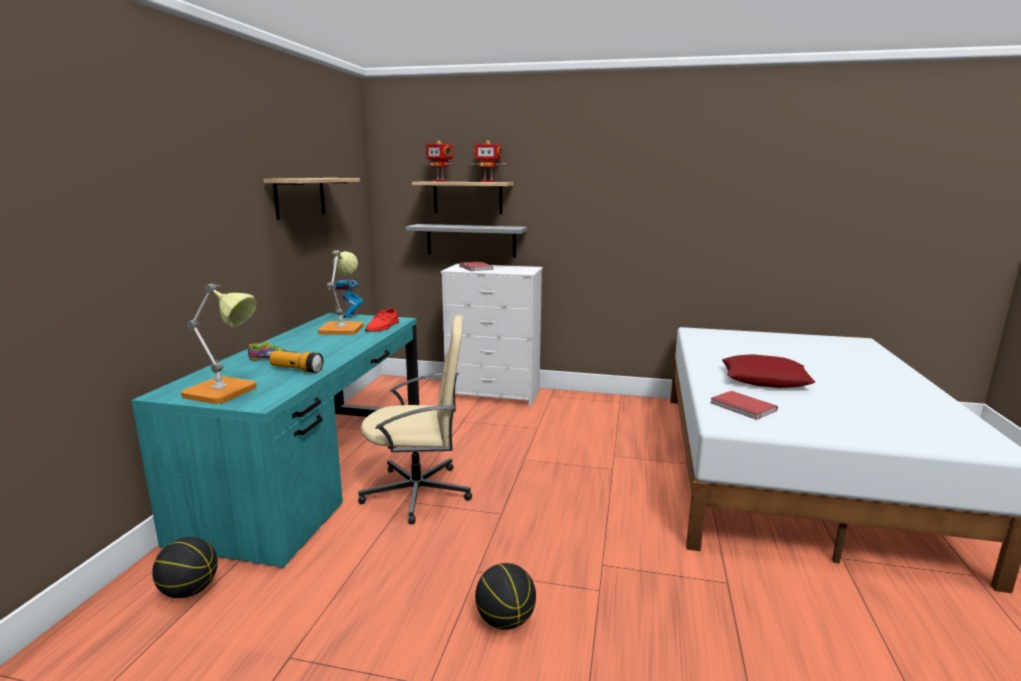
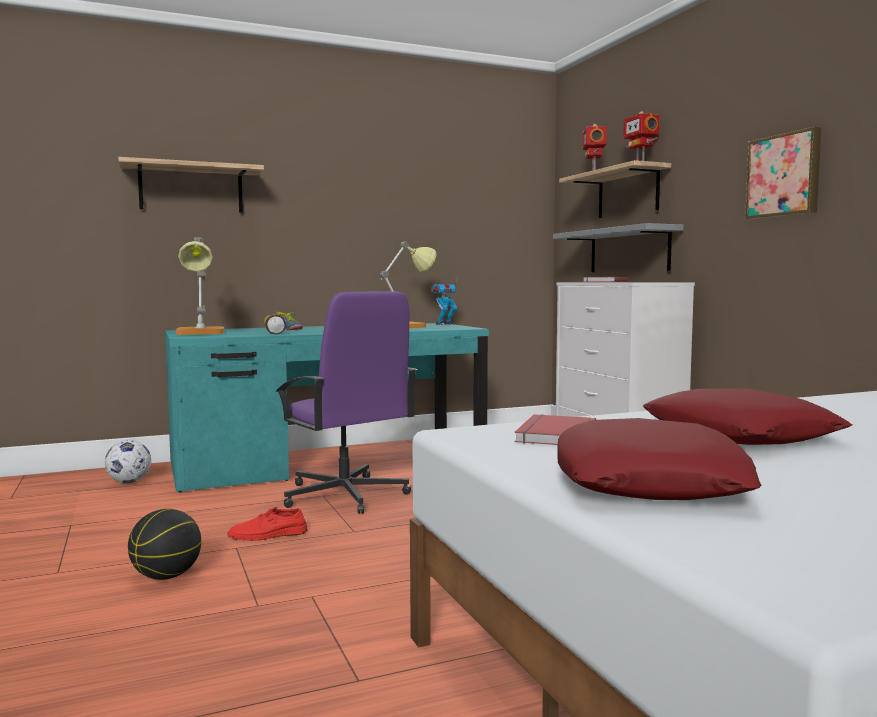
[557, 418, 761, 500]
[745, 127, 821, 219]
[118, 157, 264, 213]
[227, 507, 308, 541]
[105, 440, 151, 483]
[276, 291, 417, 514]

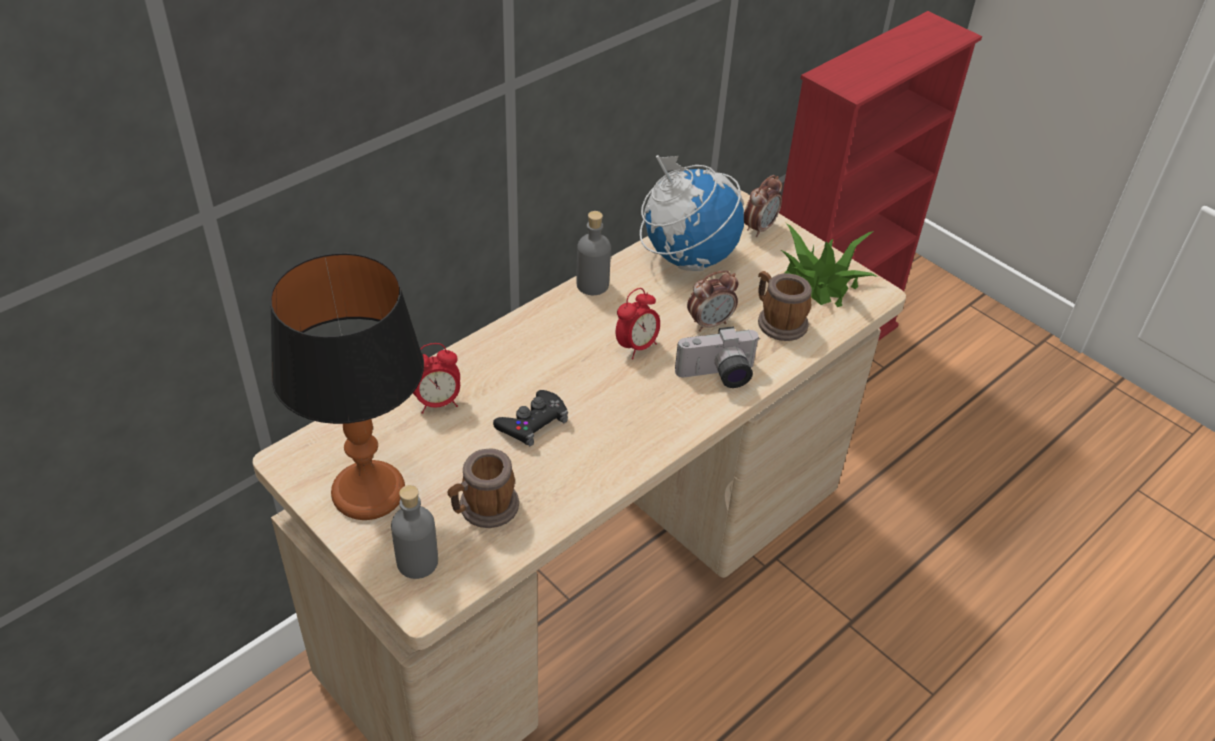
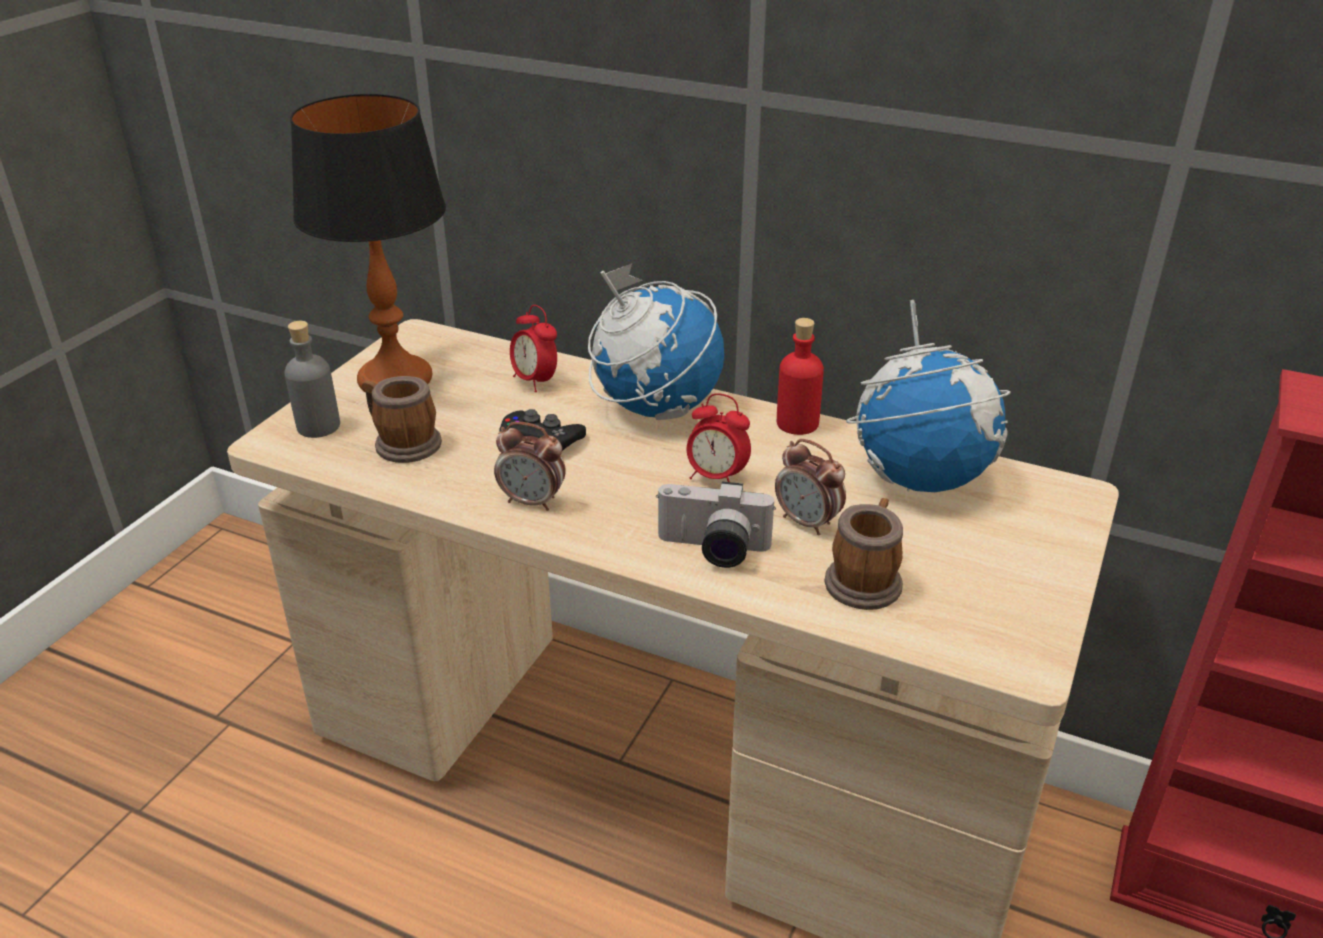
[781, 223, 878, 307] (first image)
[588, 263, 724, 420]
[494, 422, 566, 511]
[777, 318, 824, 435]
[656, 482, 776, 568]

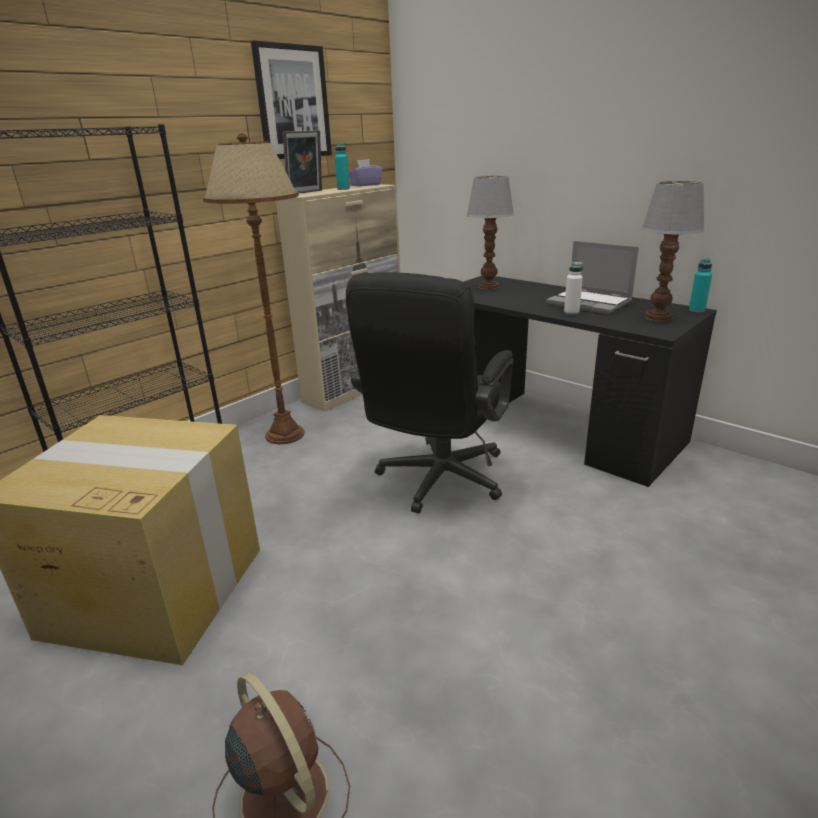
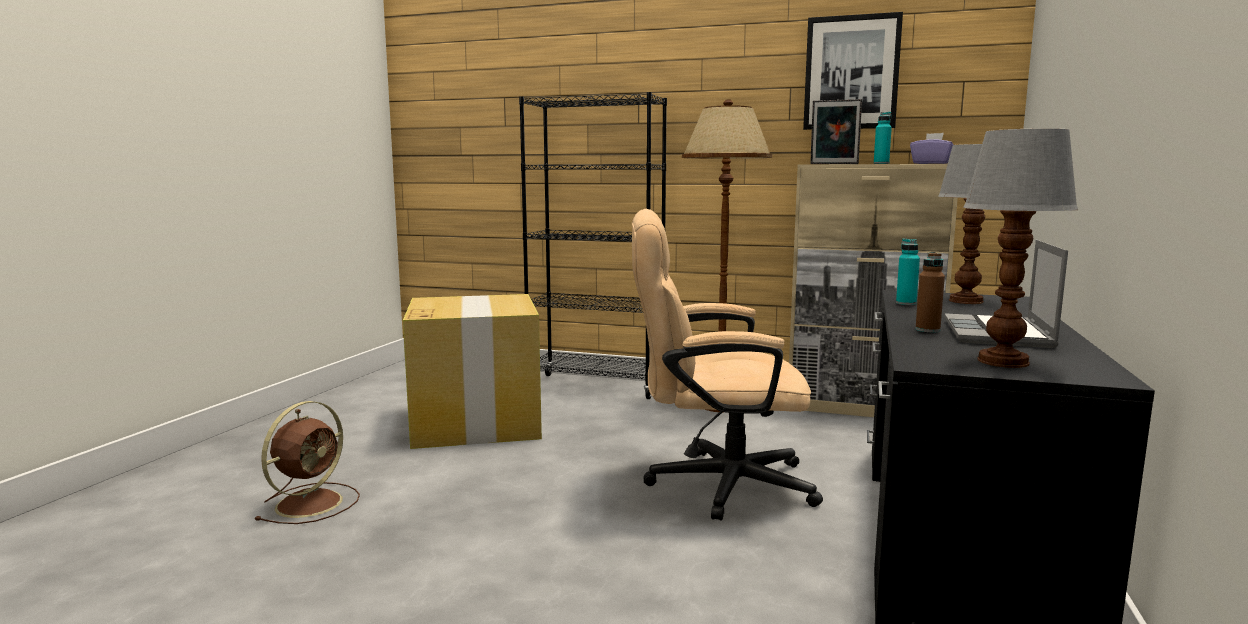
[896, 238, 920, 305]
[632, 209, 823, 521]
[915, 252, 945, 333]

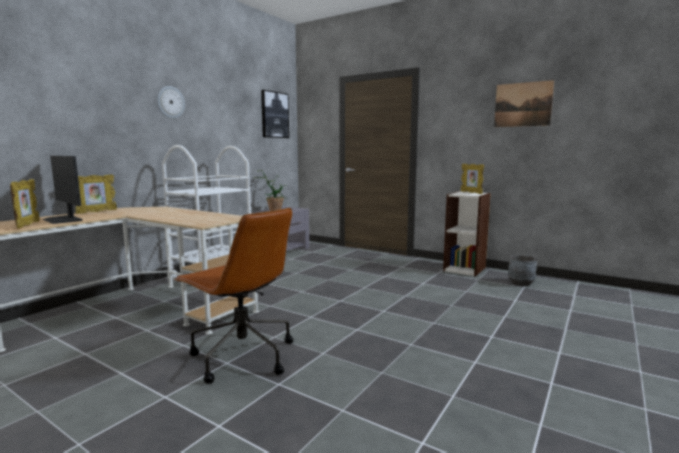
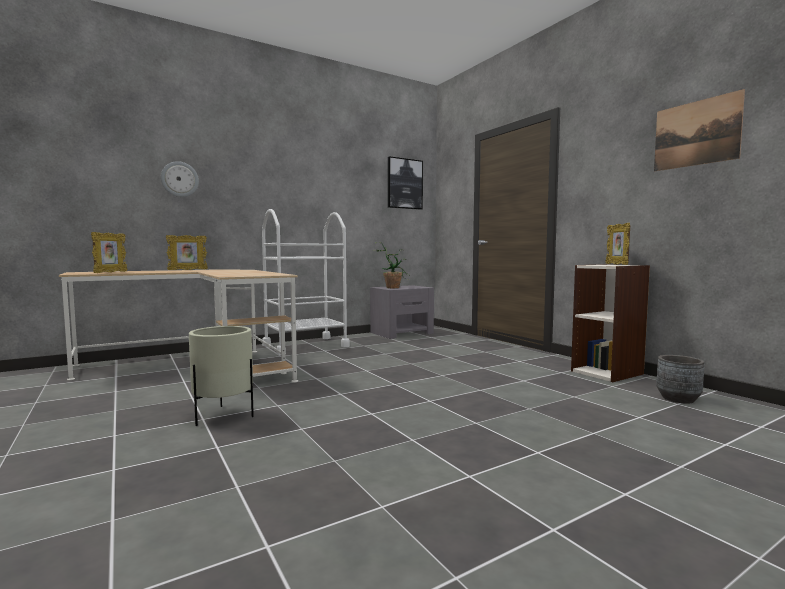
[43, 156, 82, 224] (first image)
[161, 161, 199, 197]
[189, 326, 254, 426]

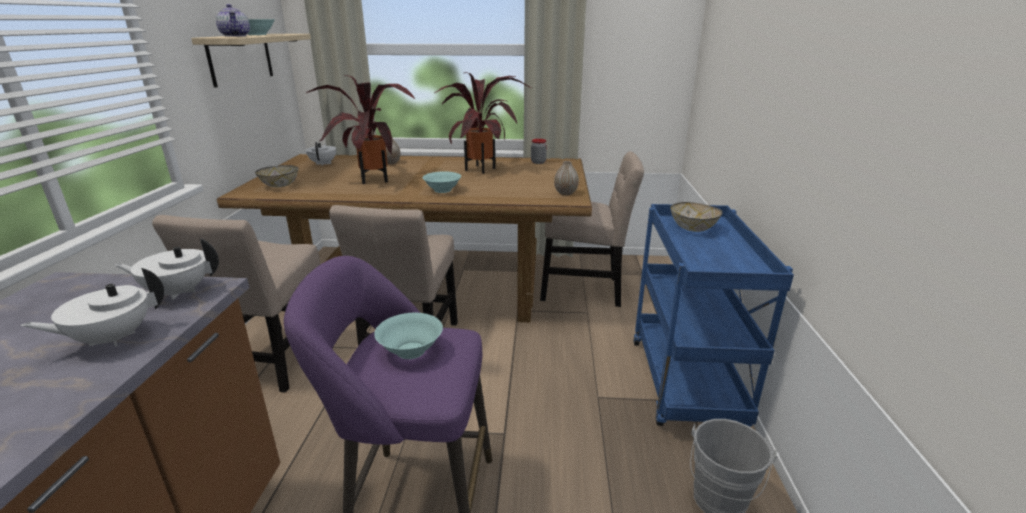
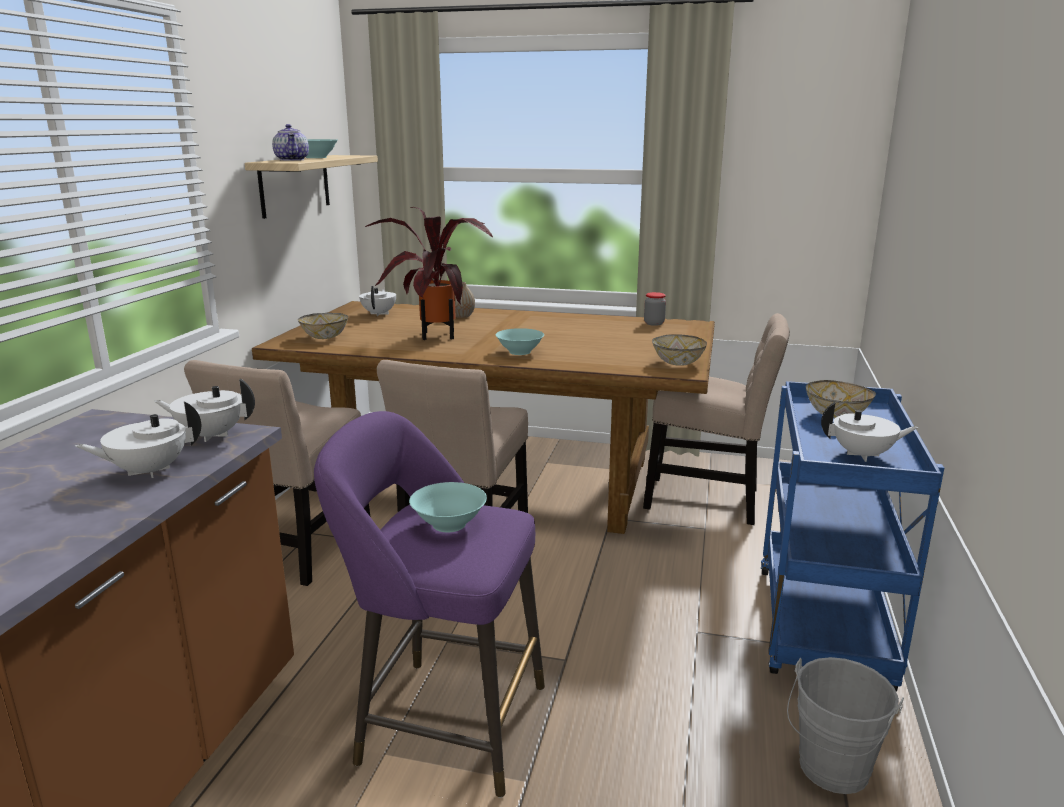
[435, 72, 531, 174] (first image)
[821, 402, 918, 462]
[652, 335, 707, 366]

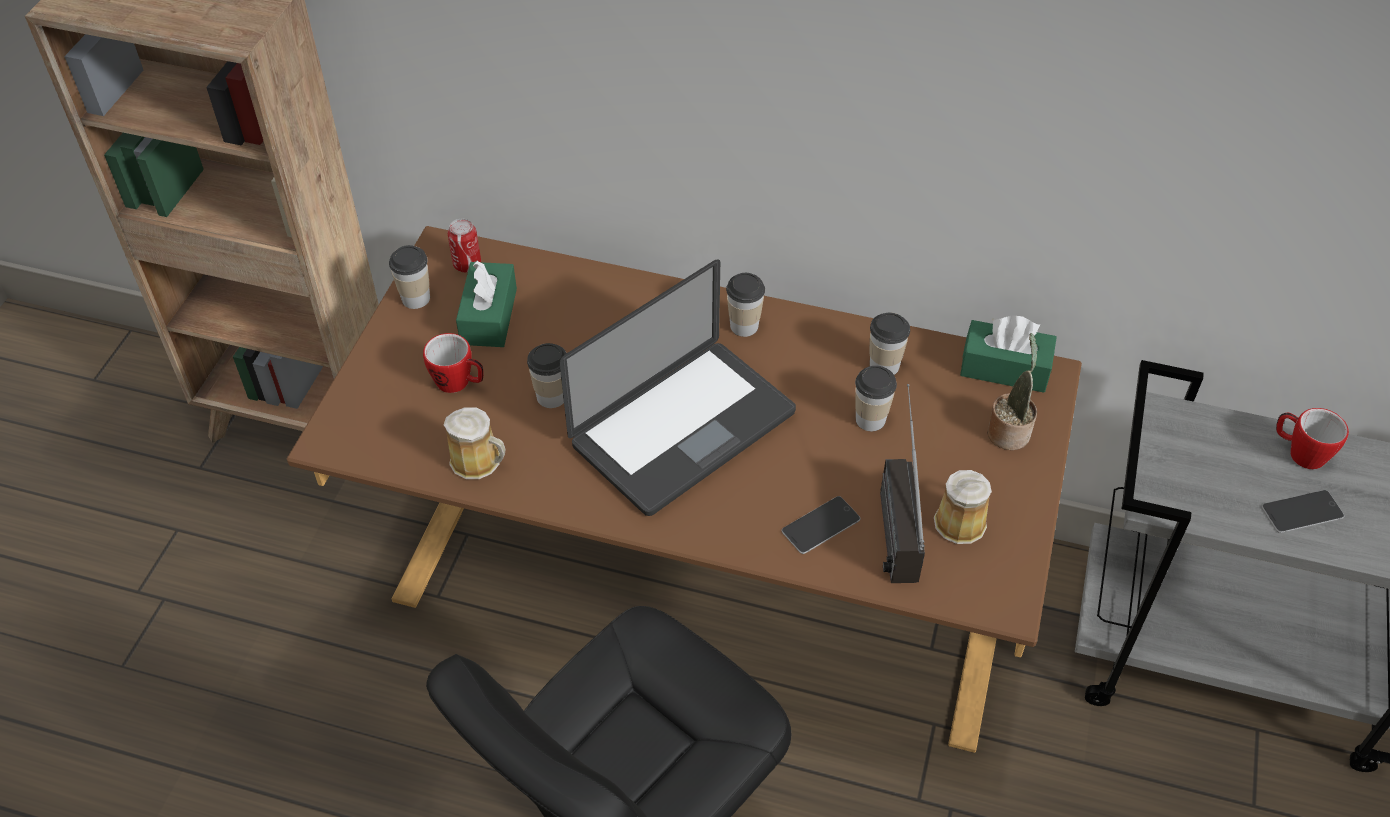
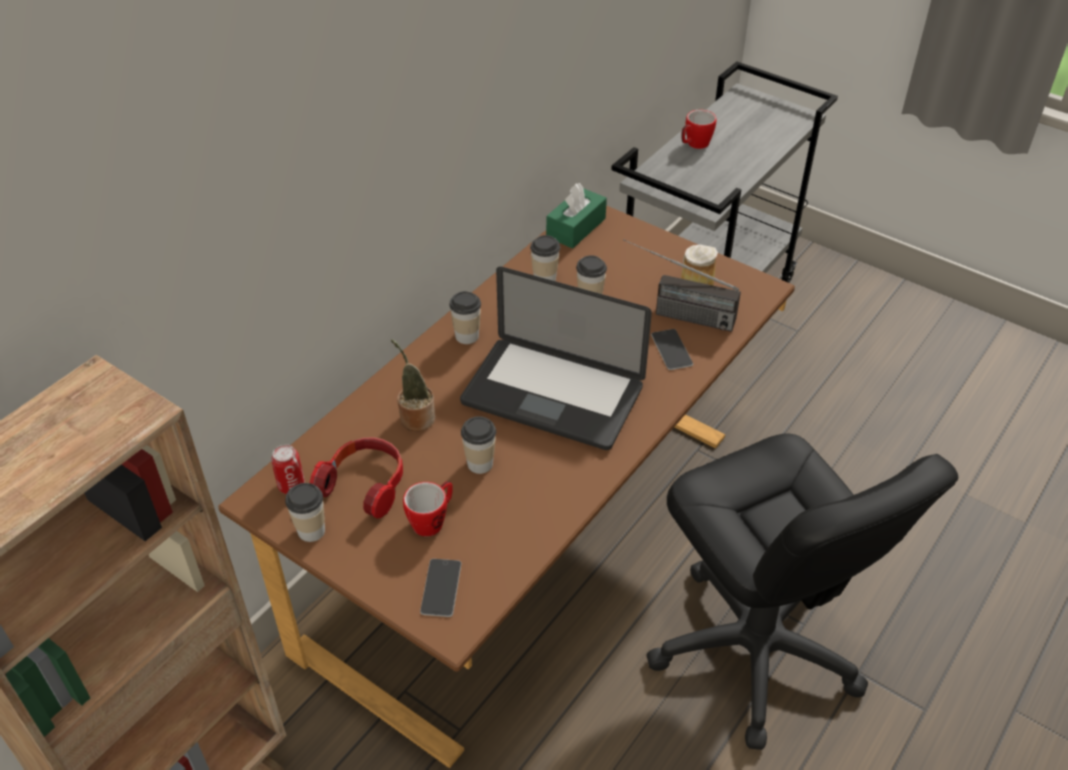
[444, 407, 506, 479] (first image)
[391, 339, 435, 431]
[420, 559, 461, 617]
[310, 438, 403, 518]
[460, 266, 652, 450]

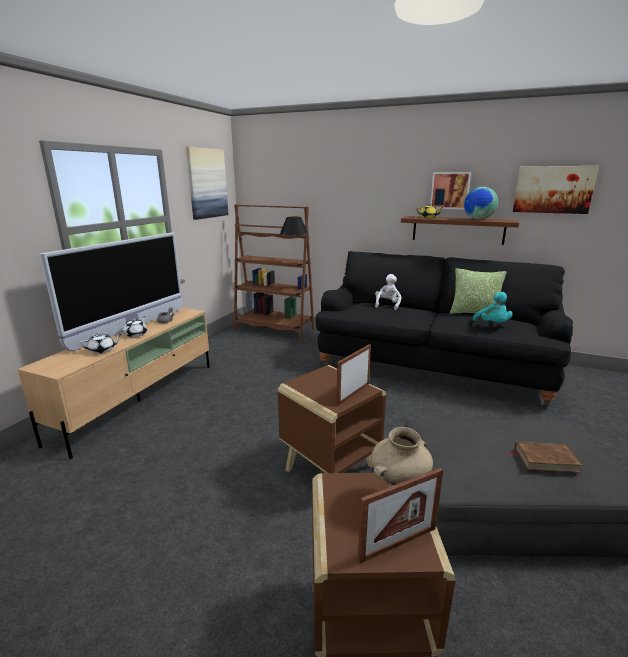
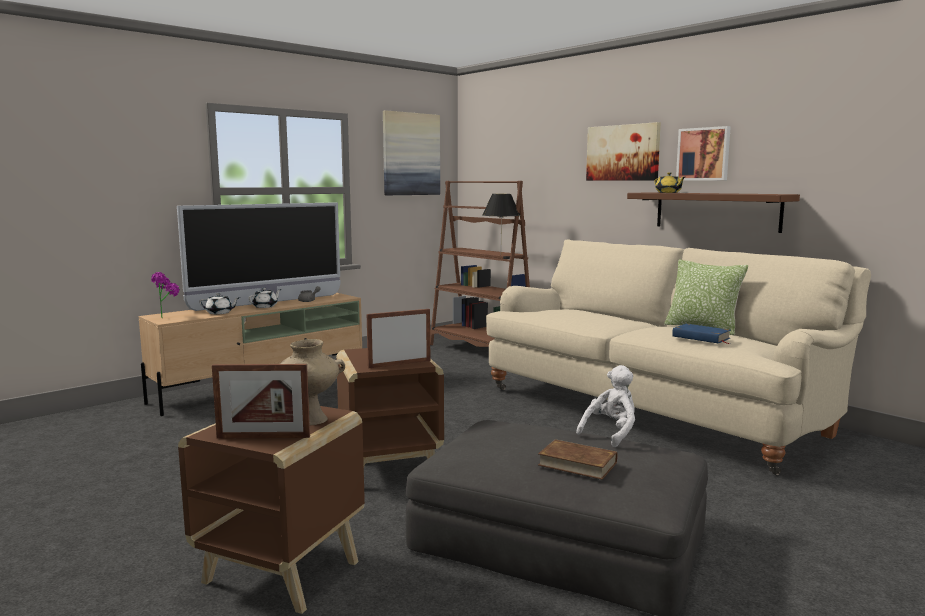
[464, 187, 498, 220] (first image)
[151, 272, 180, 318]
[576, 365, 635, 447]
[586, 122, 661, 181]
[672, 324, 731, 344]
[486, 239, 871, 476]

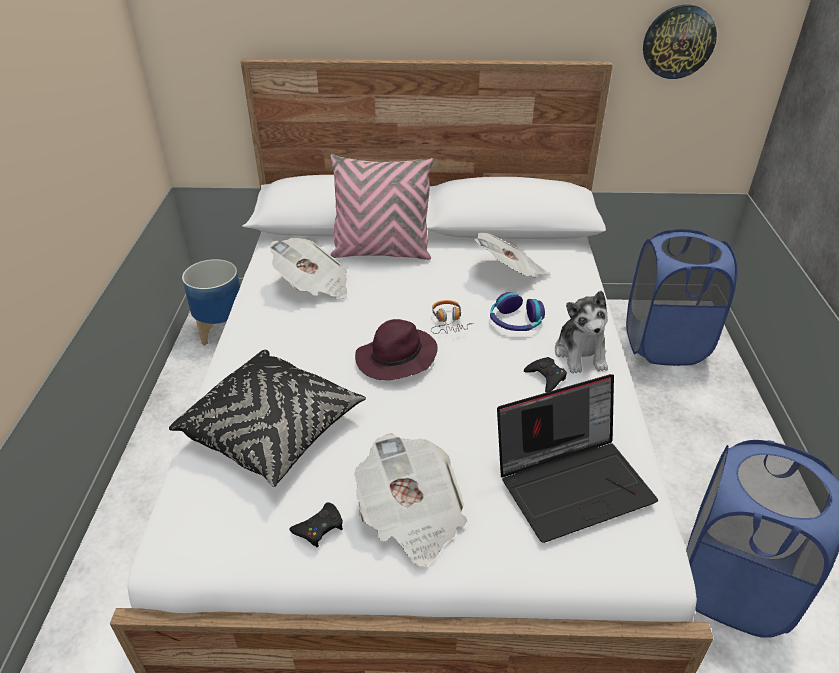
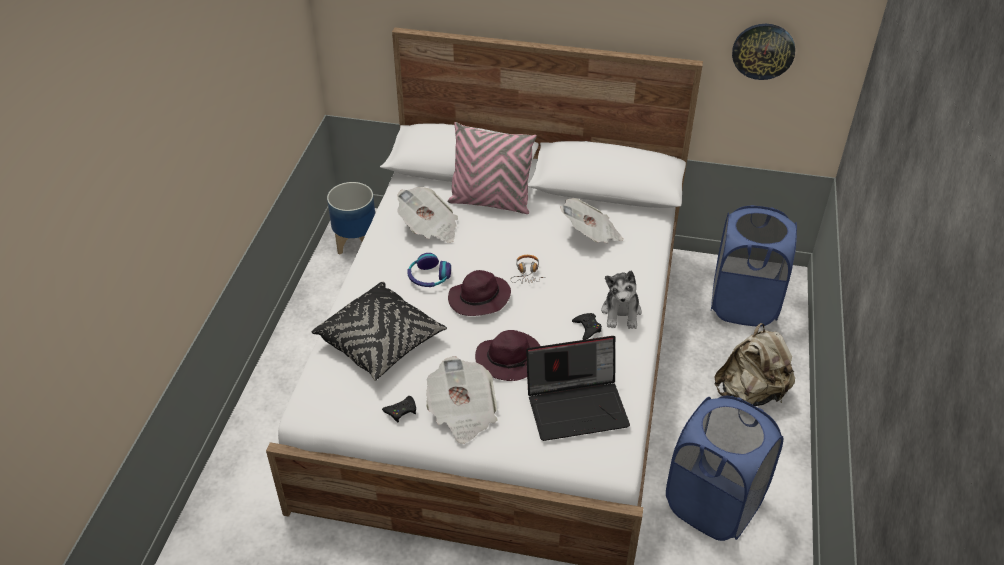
[475, 330, 540, 381]
[714, 323, 795, 406]
[407, 253, 451, 287]

